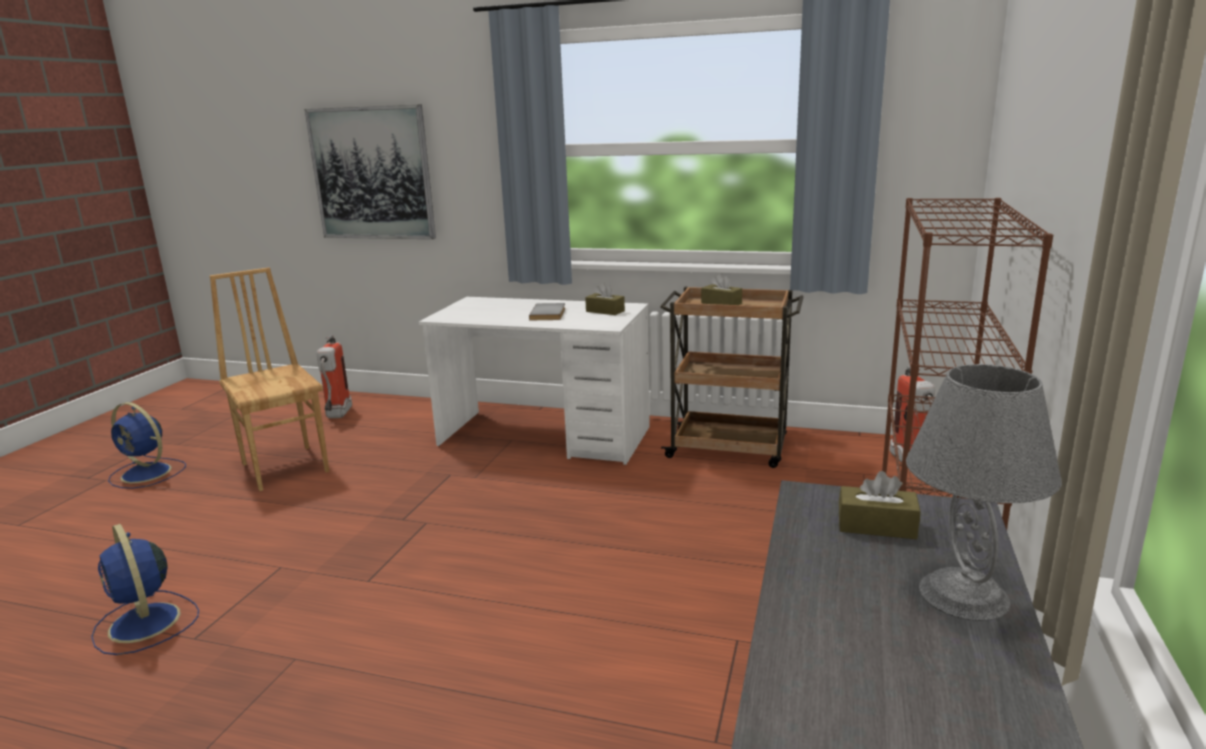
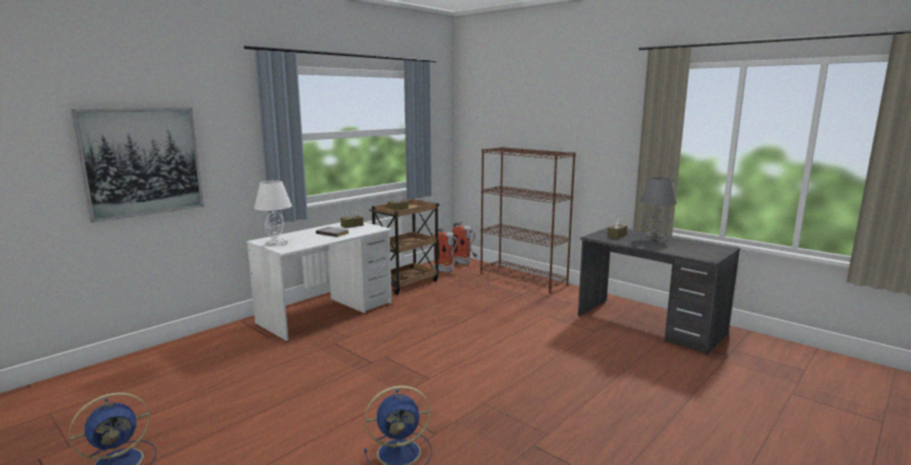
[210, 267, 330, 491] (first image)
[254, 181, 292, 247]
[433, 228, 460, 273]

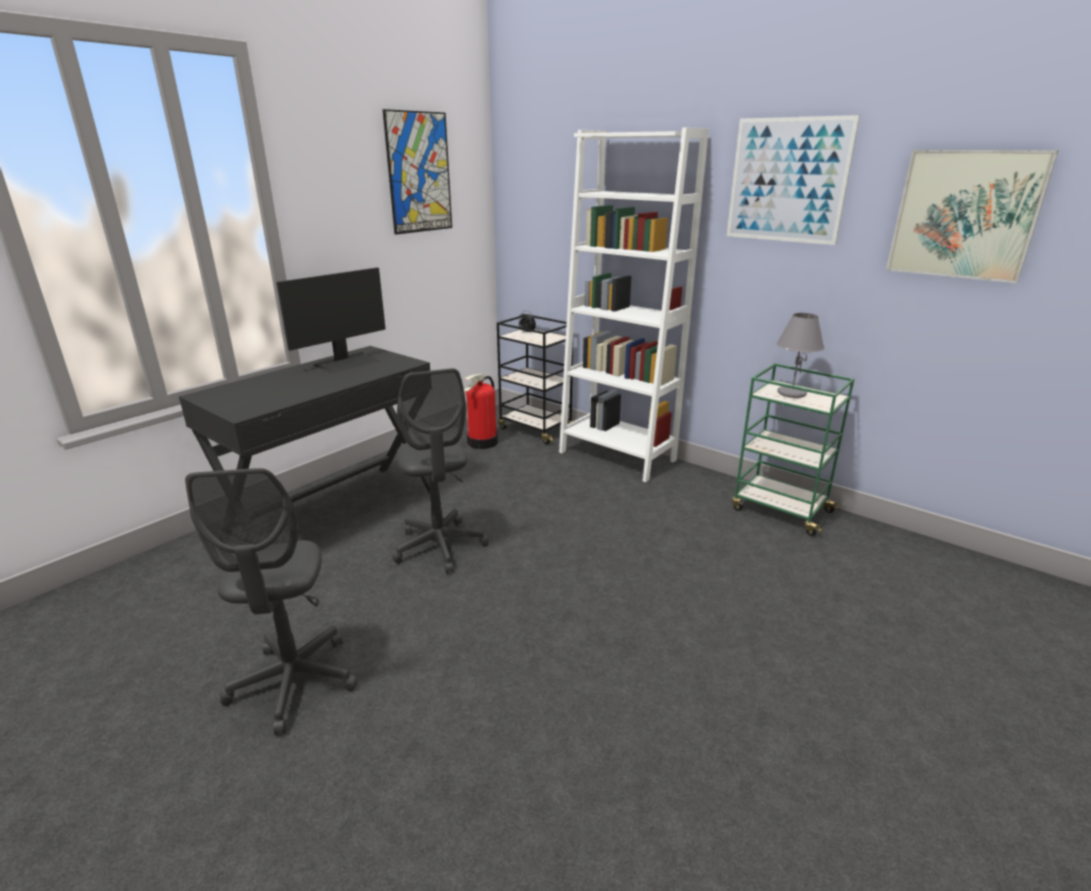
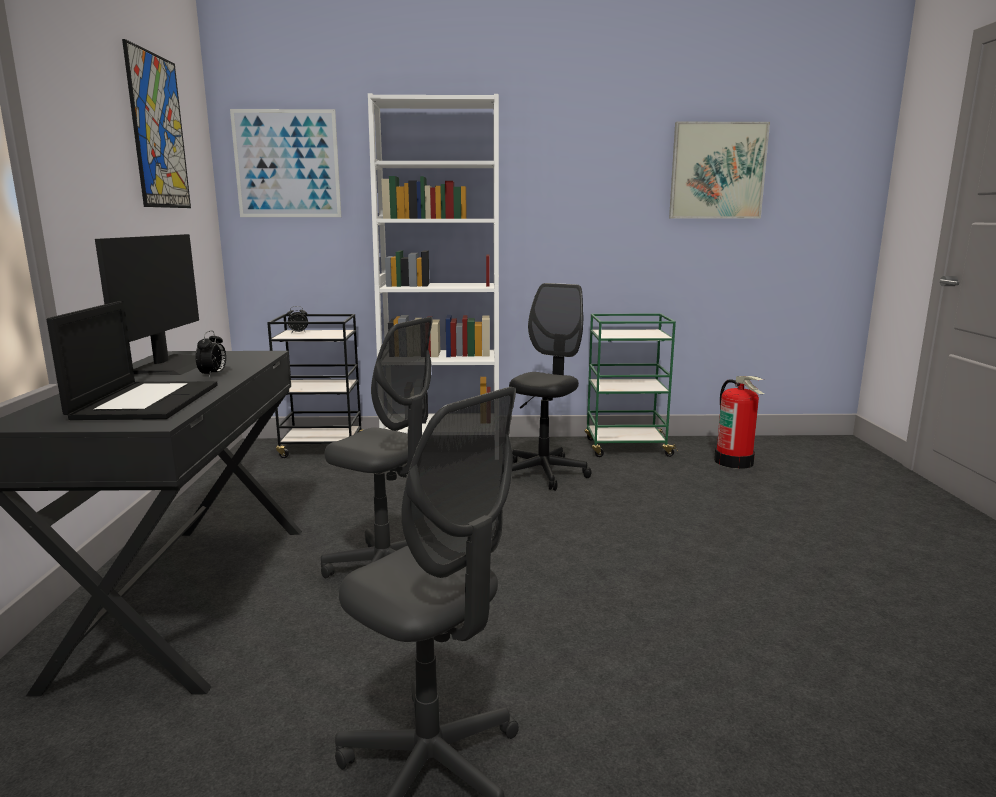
[777, 313, 824, 398] (first image)
[47, 301, 218, 420]
[195, 330, 226, 378]
[509, 283, 592, 491]
[714, 376, 764, 469]
[230, 109, 341, 217]

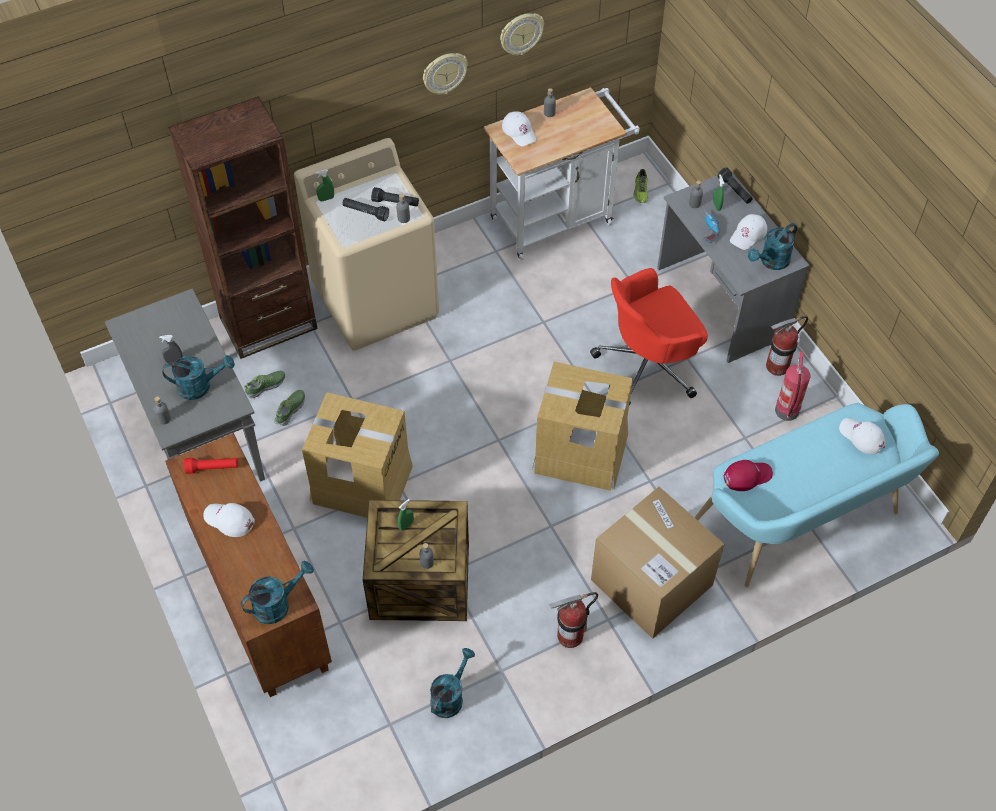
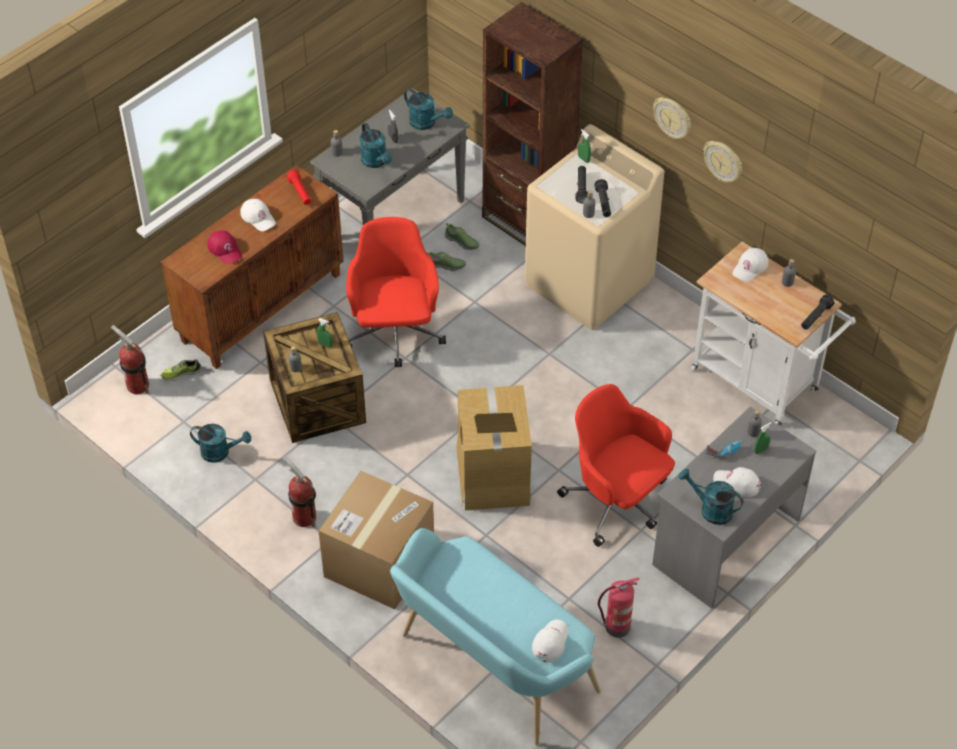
[404, 89, 453, 130]
[653, 97, 691, 139]
[161, 359, 202, 381]
[801, 295, 835, 330]
[208, 230, 243, 264]
[111, 325, 149, 394]
[346, 217, 446, 367]
[240, 199, 276, 231]

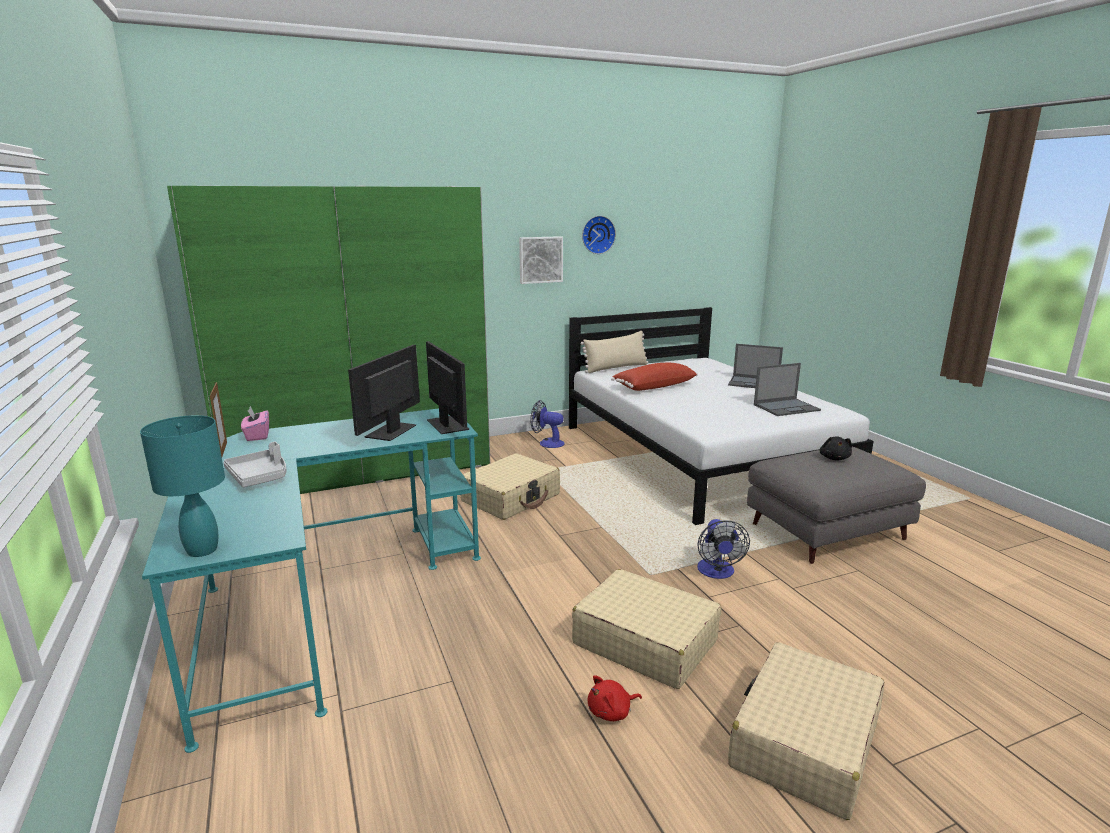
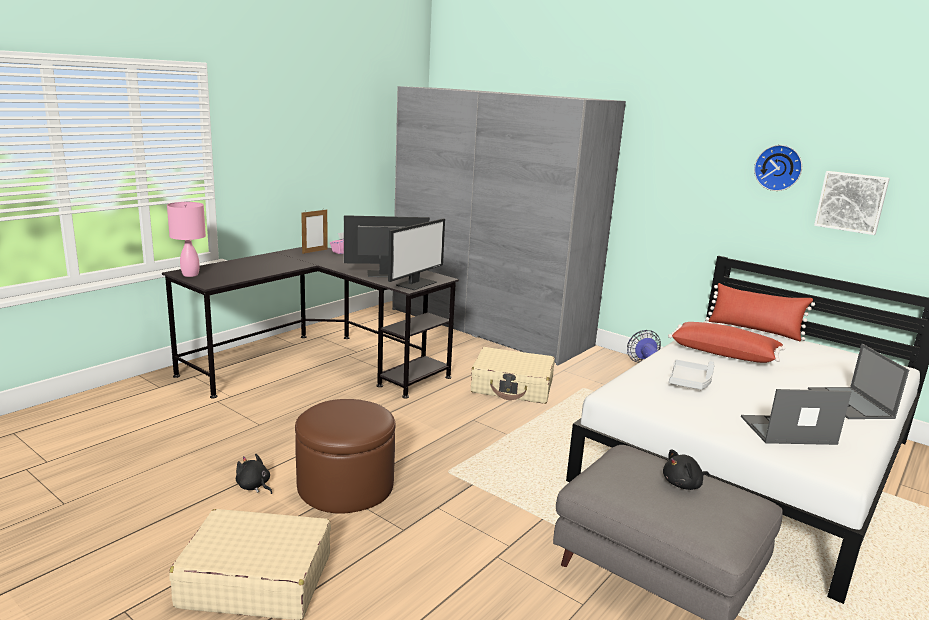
[697, 519, 750, 579] (first image)
[669, 359, 715, 389]
[814, 171, 890, 235]
[295, 399, 396, 514]
[167, 202, 206, 277]
[162, 247, 459, 399]
[392, 86, 626, 365]
[705, 283, 815, 341]
[236, 454, 272, 494]
[741, 389, 851, 445]

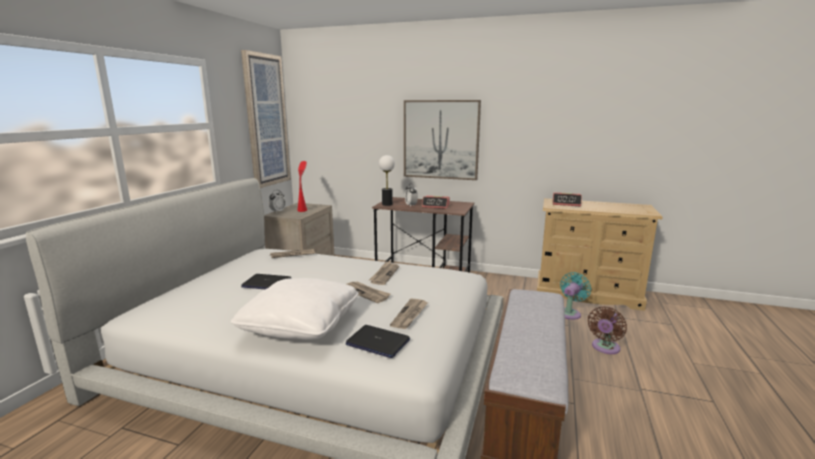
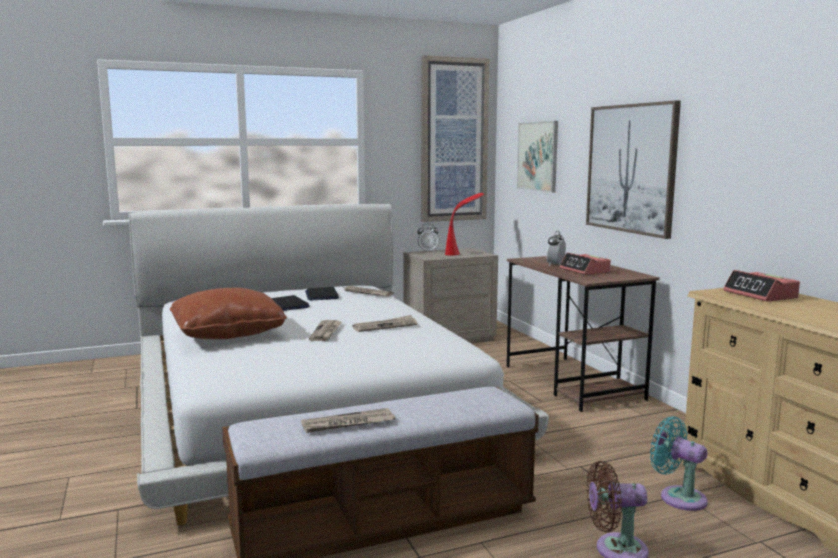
[379, 155, 395, 206] (first image)
[517, 121, 558, 193]
[305, 287, 339, 301]
[301, 408, 396, 433]
[170, 288, 287, 339]
[650, 416, 708, 511]

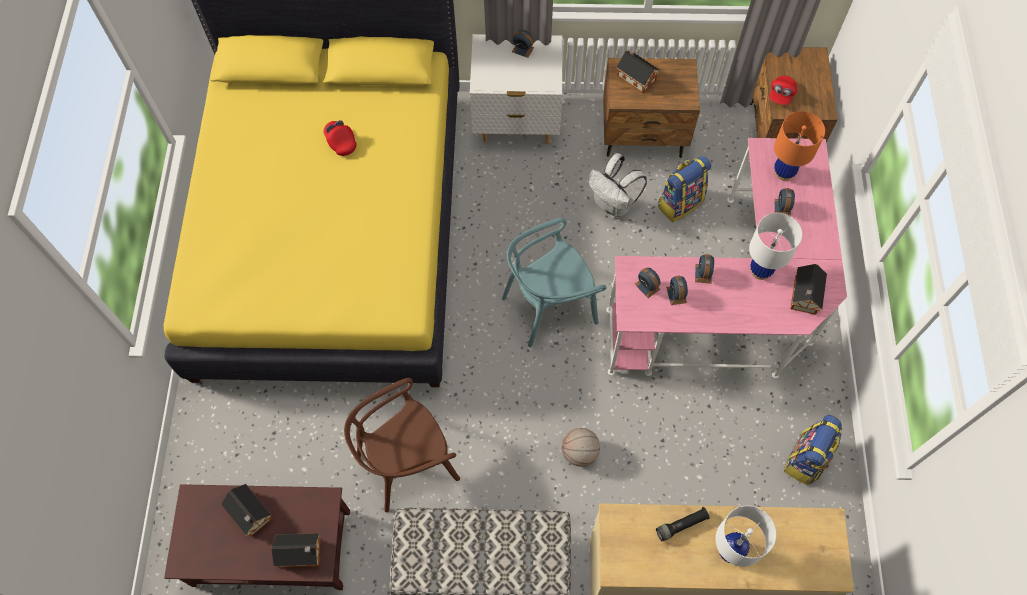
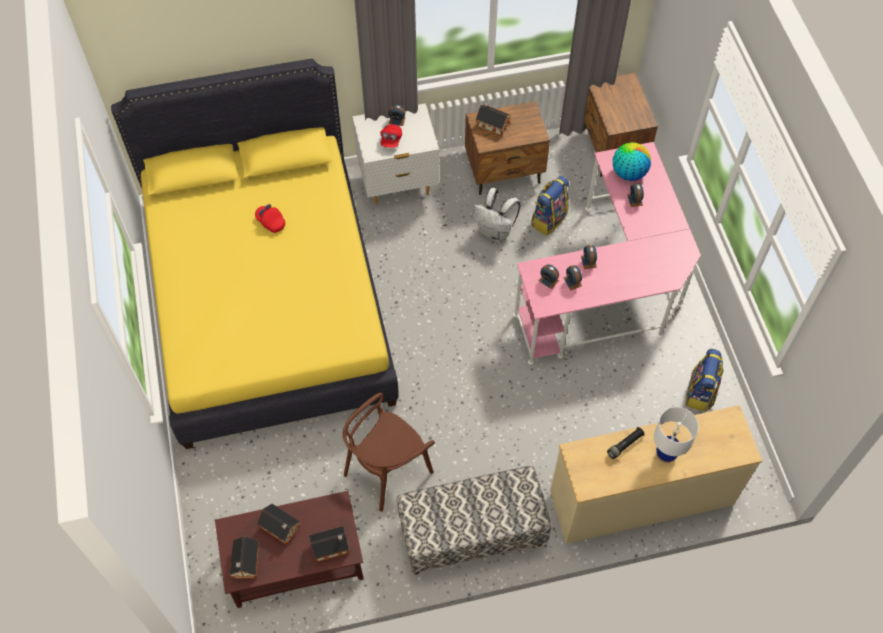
[502, 218, 607, 348] (first image)
[562, 428, 600, 467] (first image)
[749, 213, 802, 280] (first image)
[380, 124, 402, 148]
[230, 536, 259, 578]
[613, 142, 651, 181]

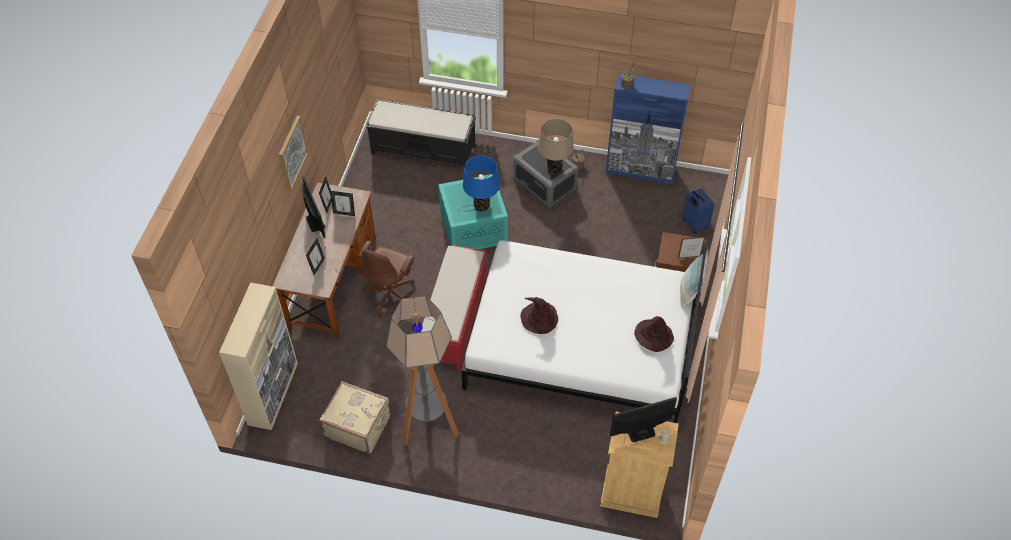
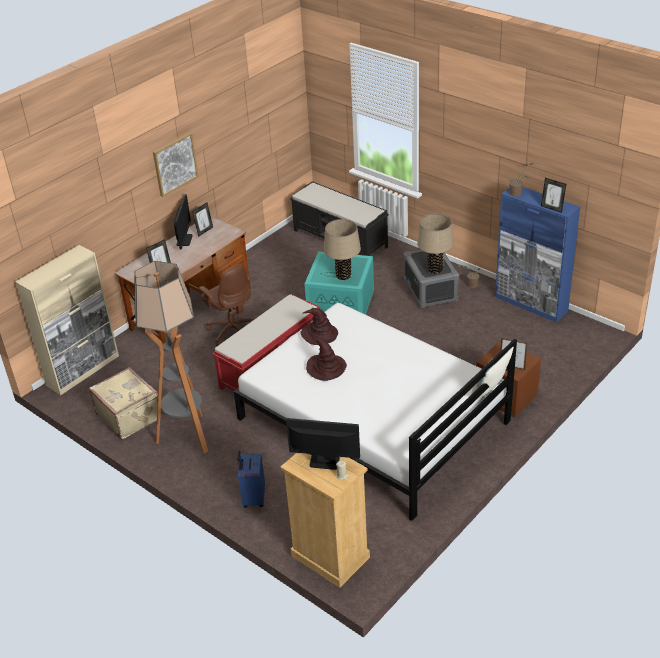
[541, 178, 566, 213]
[300, 308, 338, 345]
[238, 450, 265, 508]
[324, 219, 361, 280]
[198, 264, 256, 346]

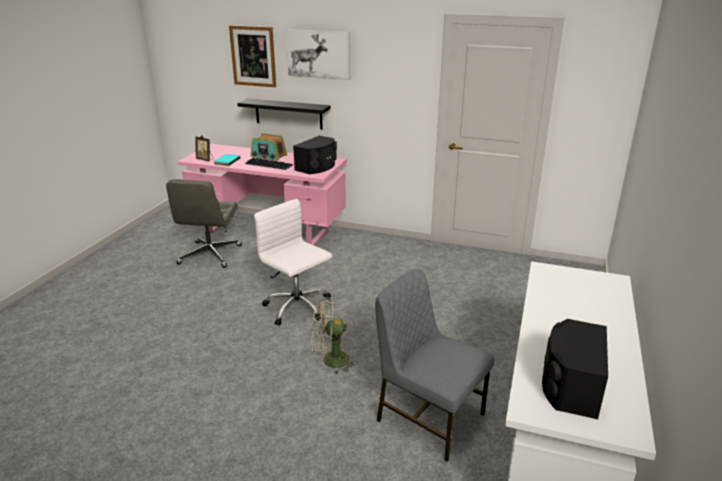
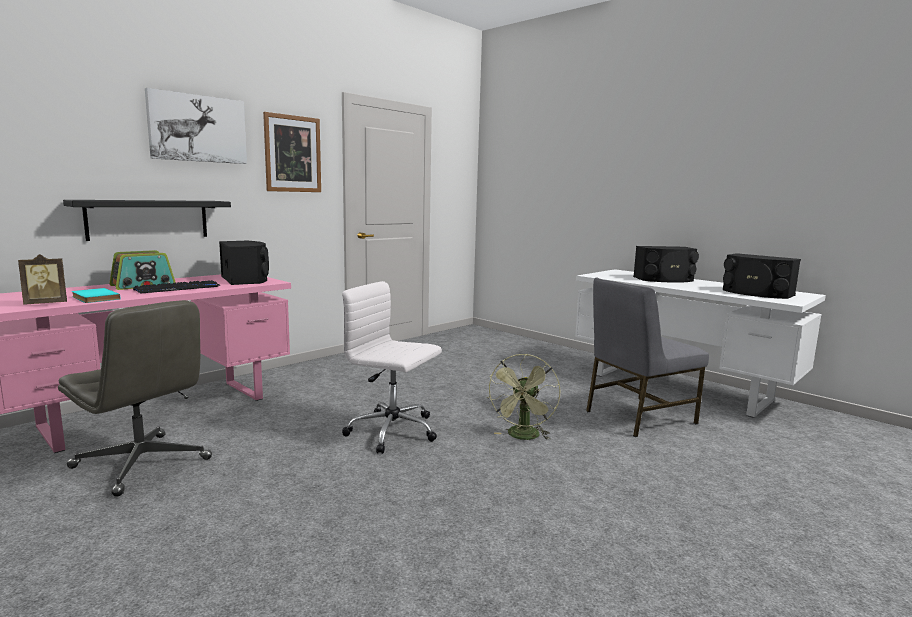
[633, 246, 699, 283]
[263, 112, 321, 192]
[342, 281, 442, 454]

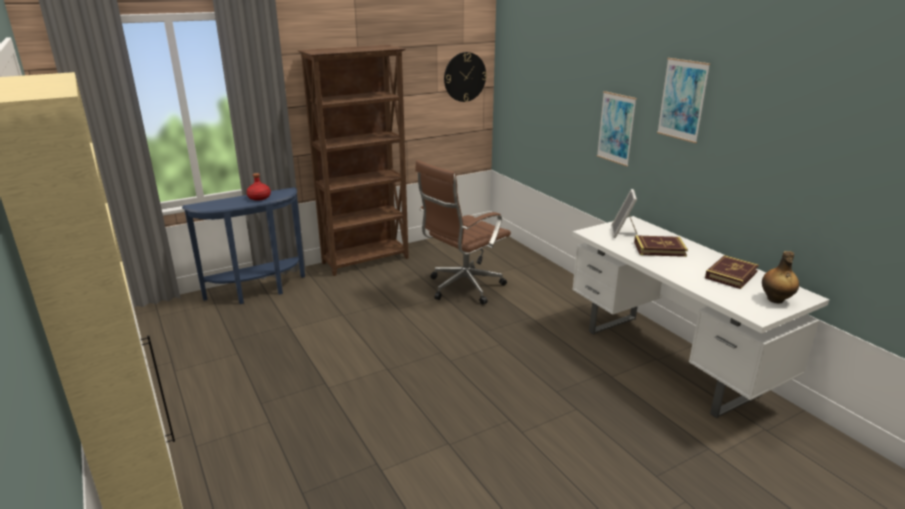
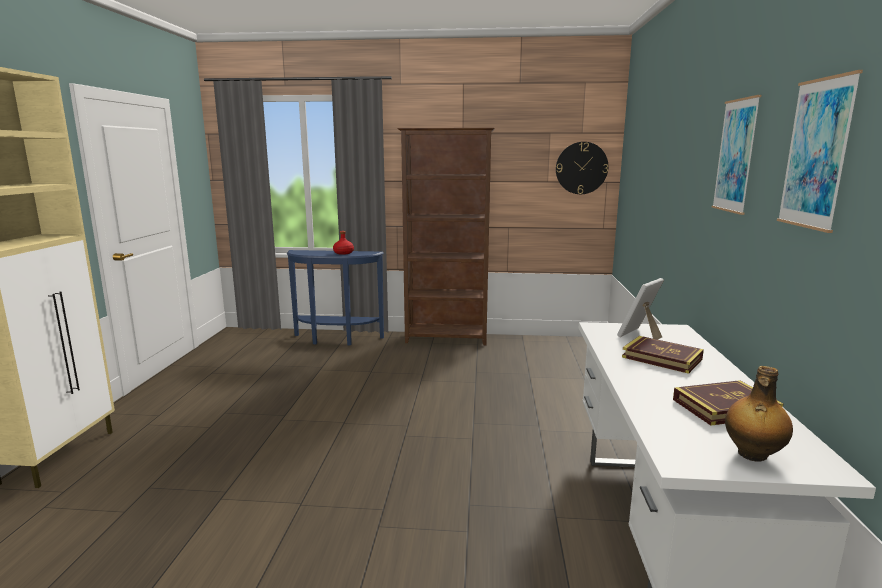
[415, 160, 511, 305] (first image)
[777, 70, 863, 233]

